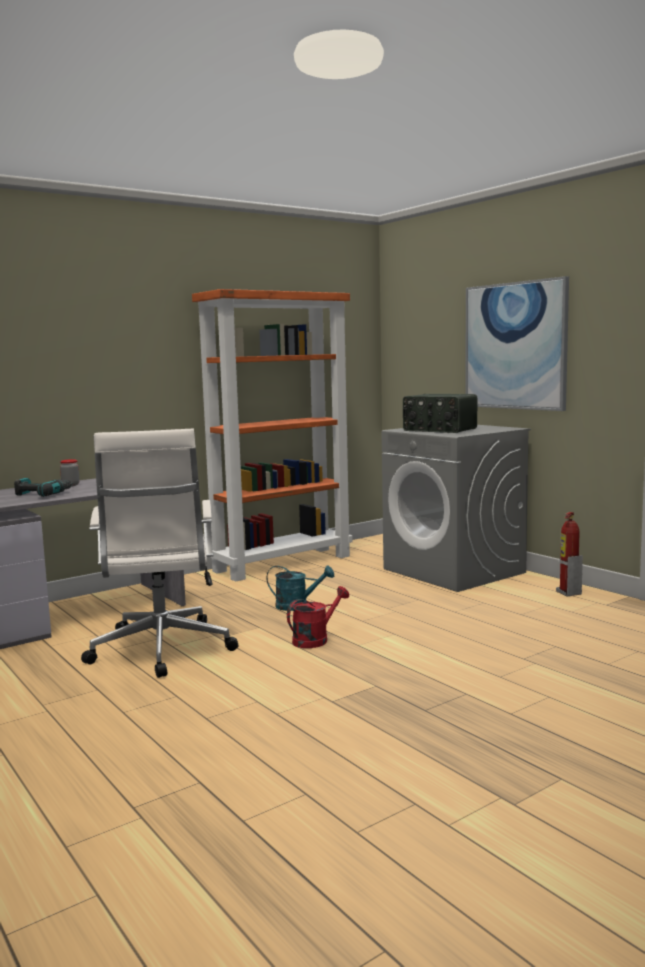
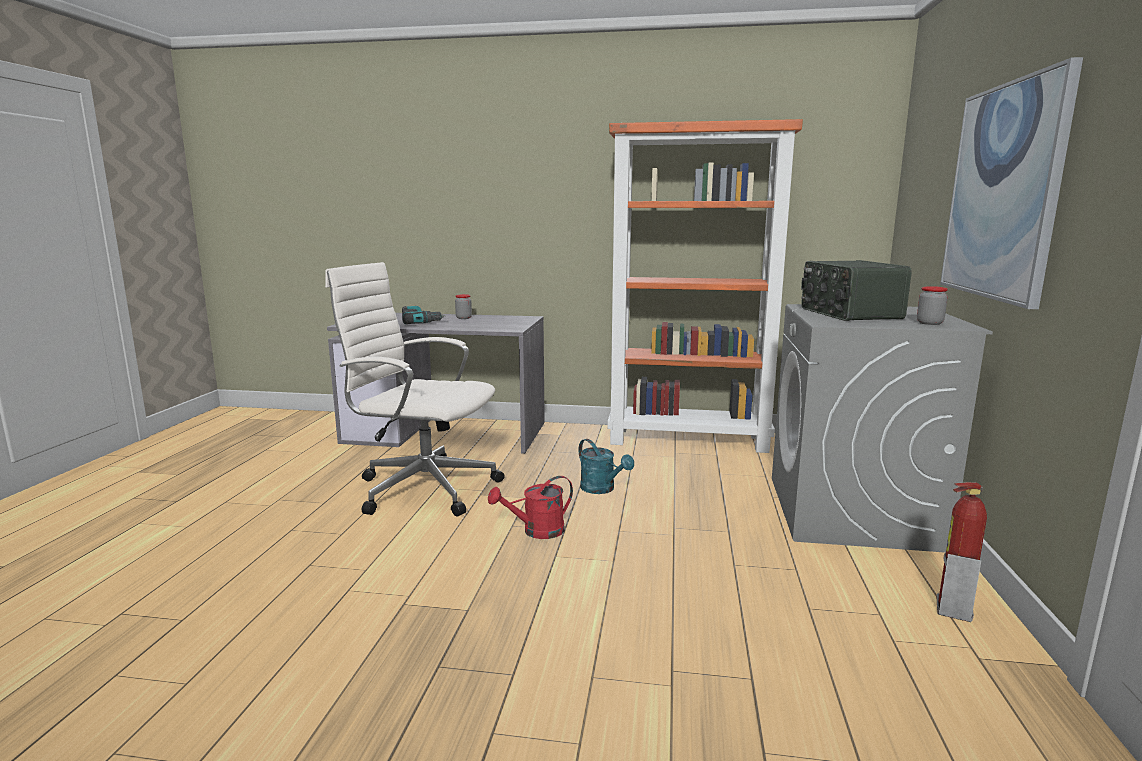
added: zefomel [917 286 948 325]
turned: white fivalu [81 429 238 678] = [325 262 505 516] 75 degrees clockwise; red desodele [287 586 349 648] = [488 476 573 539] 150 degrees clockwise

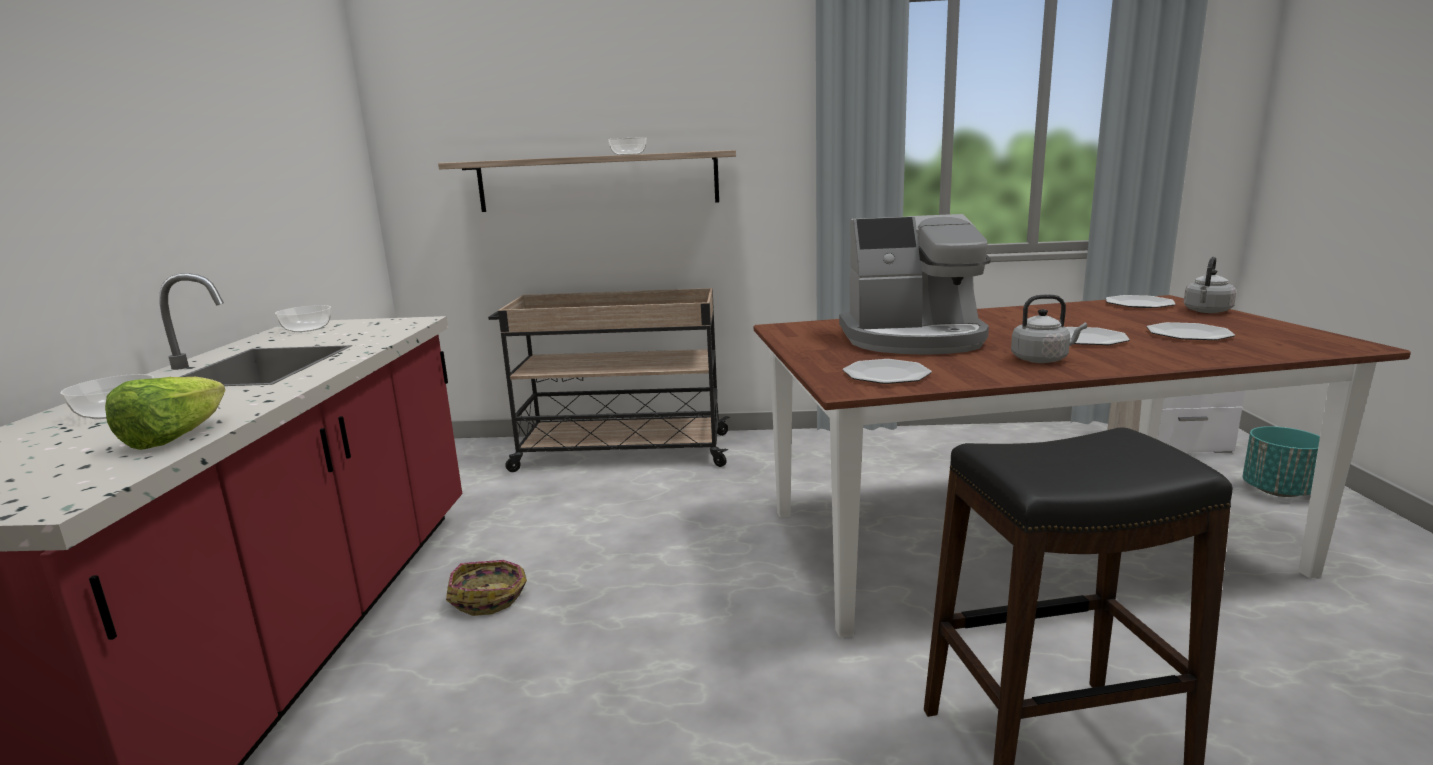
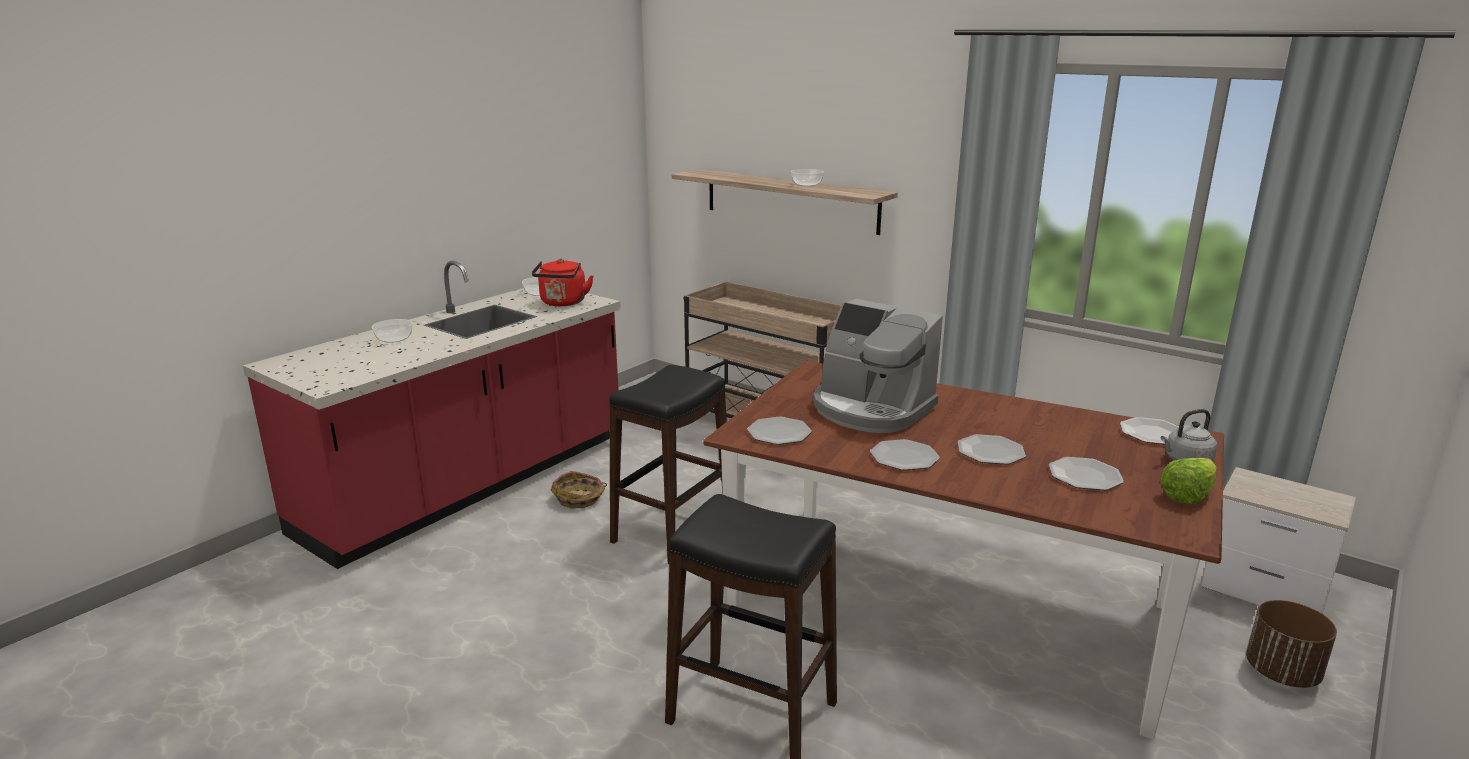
added: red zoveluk [532 259 593 306]; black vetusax [609 365 727 564]
moved: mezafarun [105 377 225 450] to [1160 458 1216 504]
replaced: grey zoveluk [1011 295 1087 363] to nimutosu [870 439 940 470]
recoloured: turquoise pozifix [1242 426 1320 497] to brown pozifix [1246 600 1337 688]

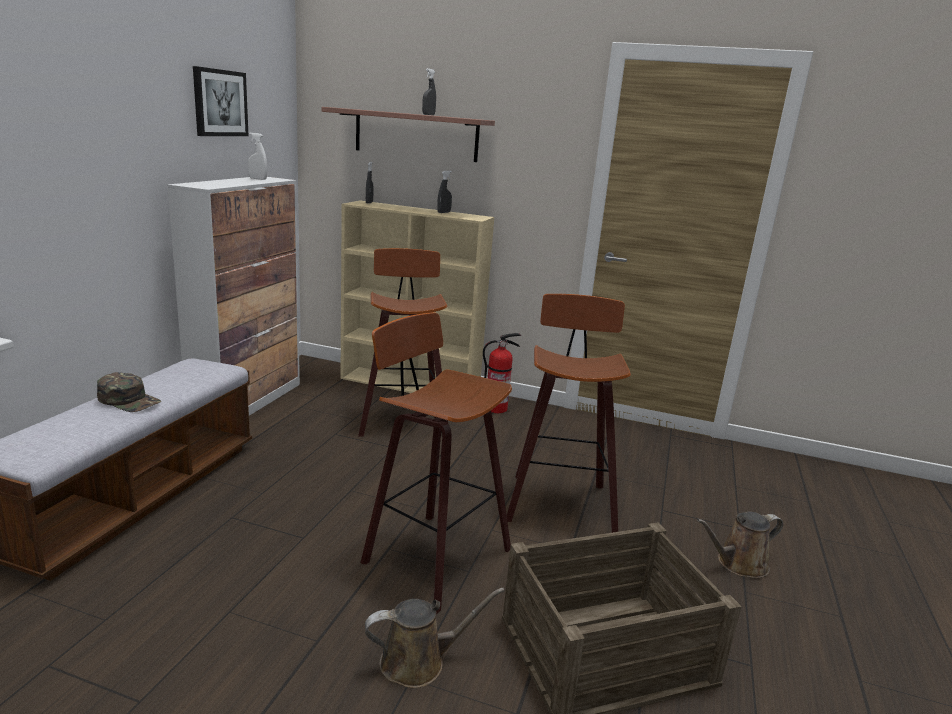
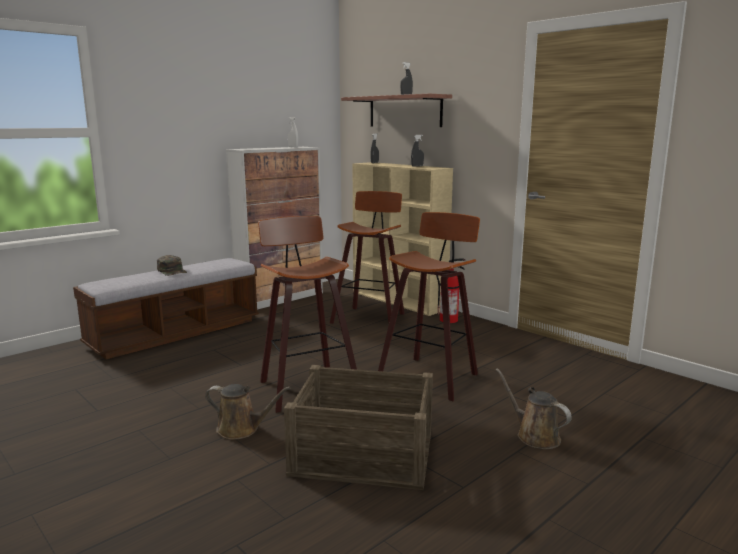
removed: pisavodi [193 66 249 136]
turned: brown desodele [697 511 783 578] = [496 368 572 449] 45 degrees clockwise

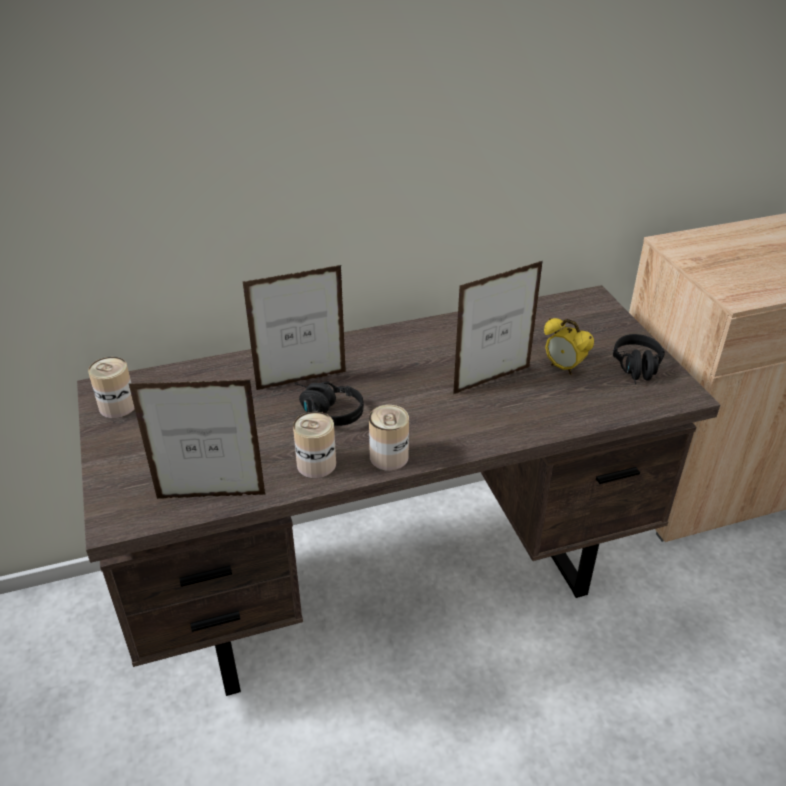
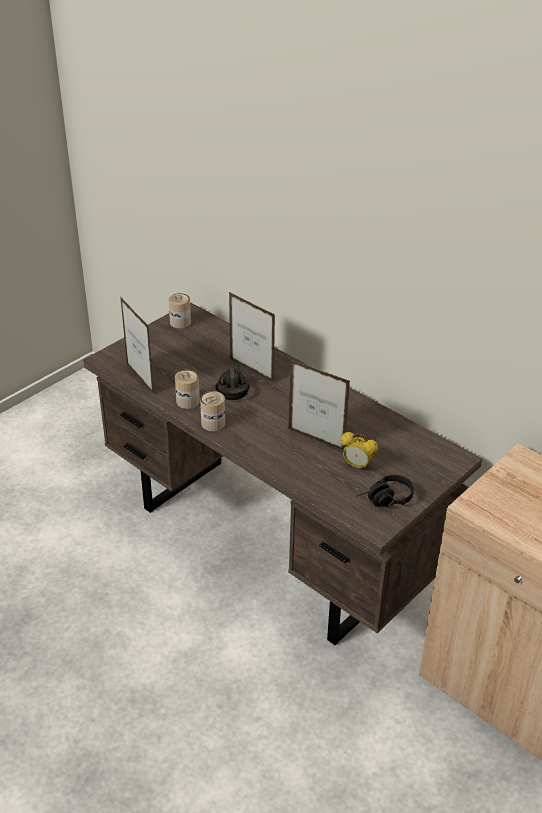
turned: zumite [544 318 594 375] = [340 432 378 471] 75 degrees counterclockwise

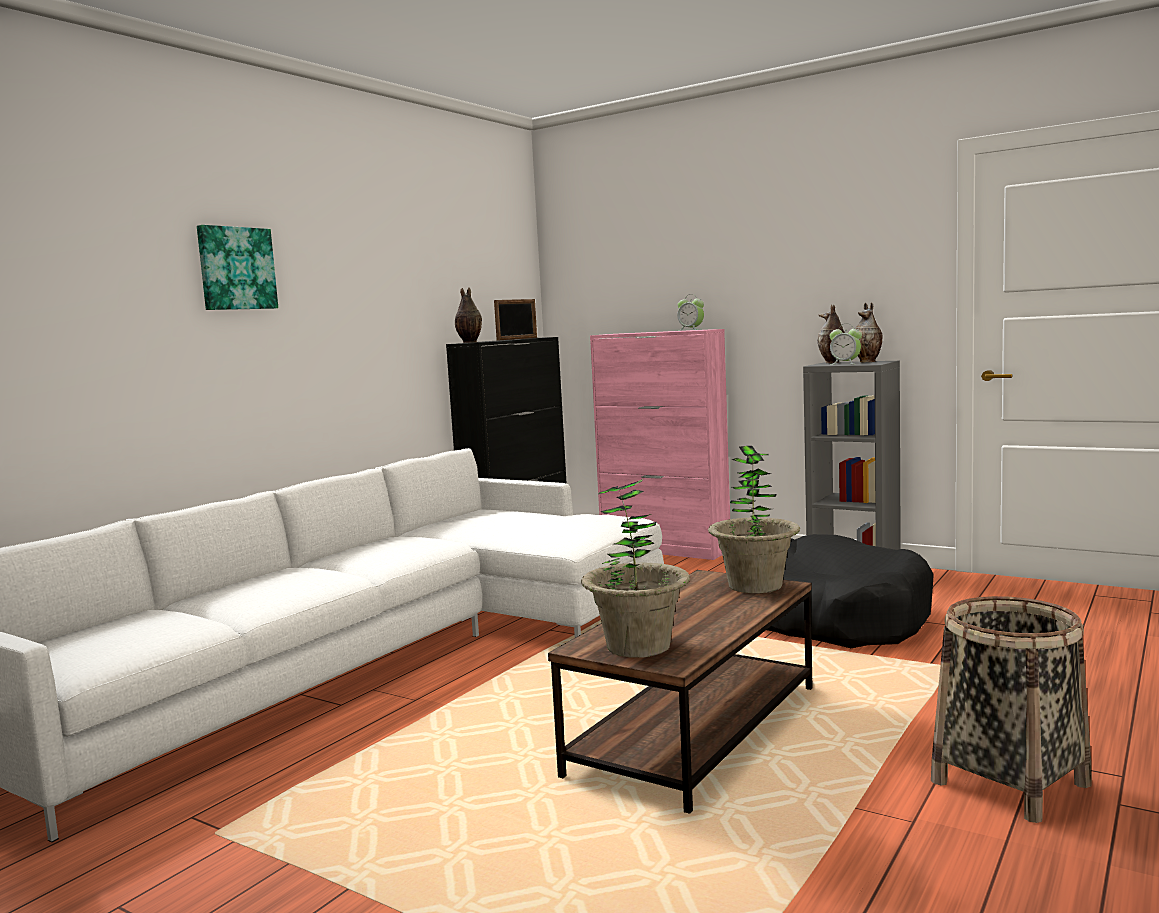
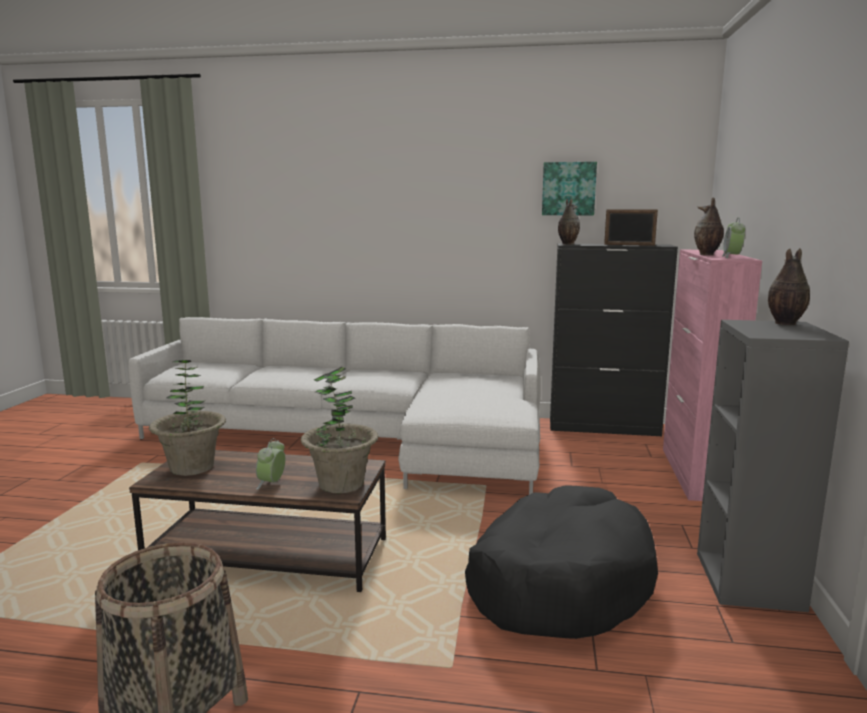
moved: pisavodi [197 225 278 310] to [542 162 597 215]; zumite [830 324 862 365] to [256 438 285 490]; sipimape [855 302 882 362] to [694 197 724 255]

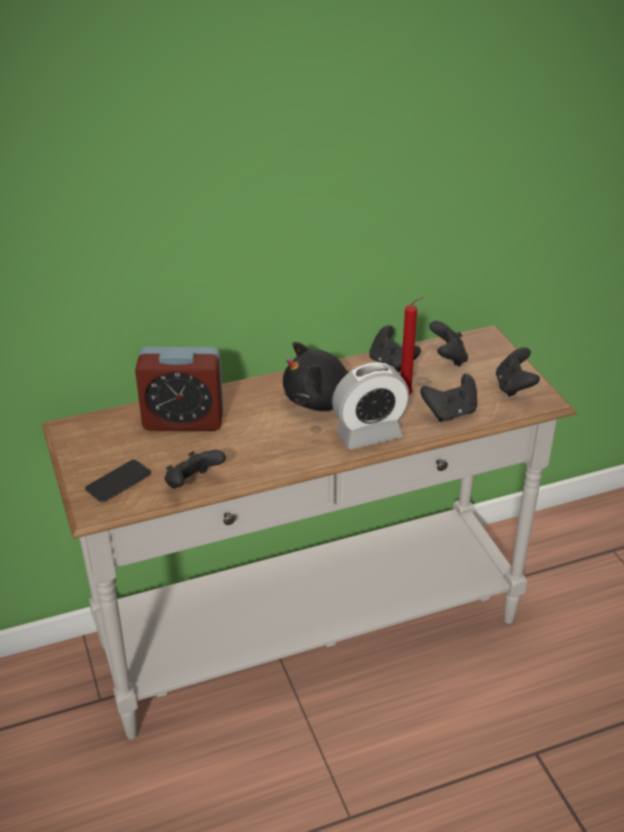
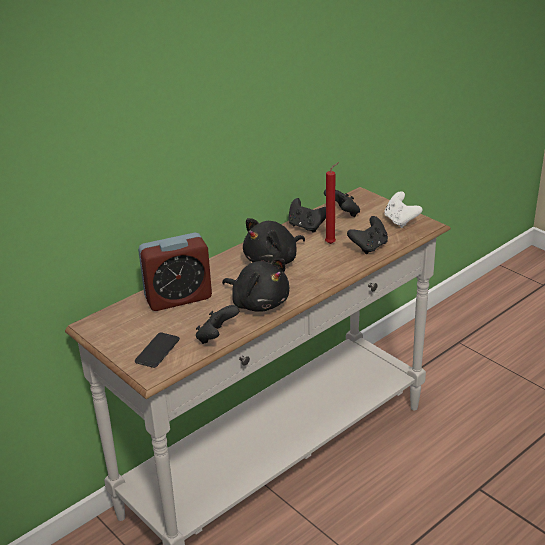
removed: zumite [332 362 409 449]
added: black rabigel [222 258 290 312]
recoloured: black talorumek [496 347 540 397] to white talorumek [384 191 422 228]

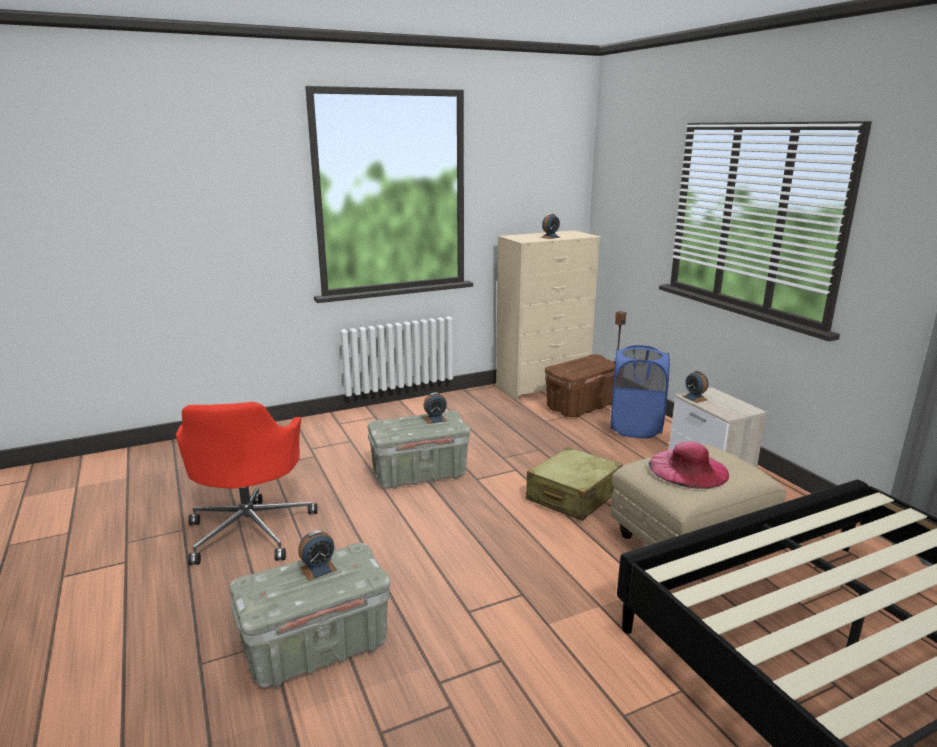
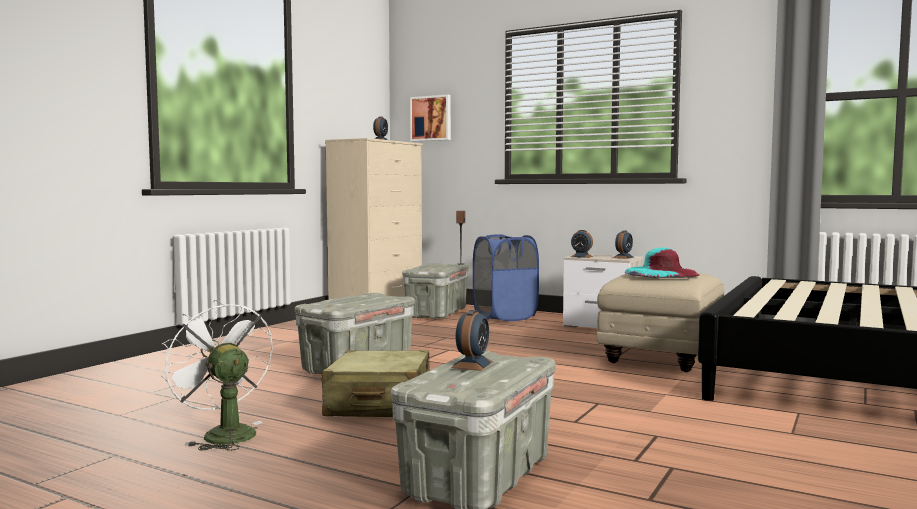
added: pisavodi [410 94 451 141]
moved: zumite [423 392 447 424] to [613 230 634 259]; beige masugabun [526 447 623 521] to [322 350 429 417]
replaced: red fivalu [176 402 318 565] to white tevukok [161 300 273 451]
recoloured: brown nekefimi [545 354 615 417] to grey nekefimi [402 263 469 319]; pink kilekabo [649 441 729 489] to turquoise kilekabo [625 248 700 278]

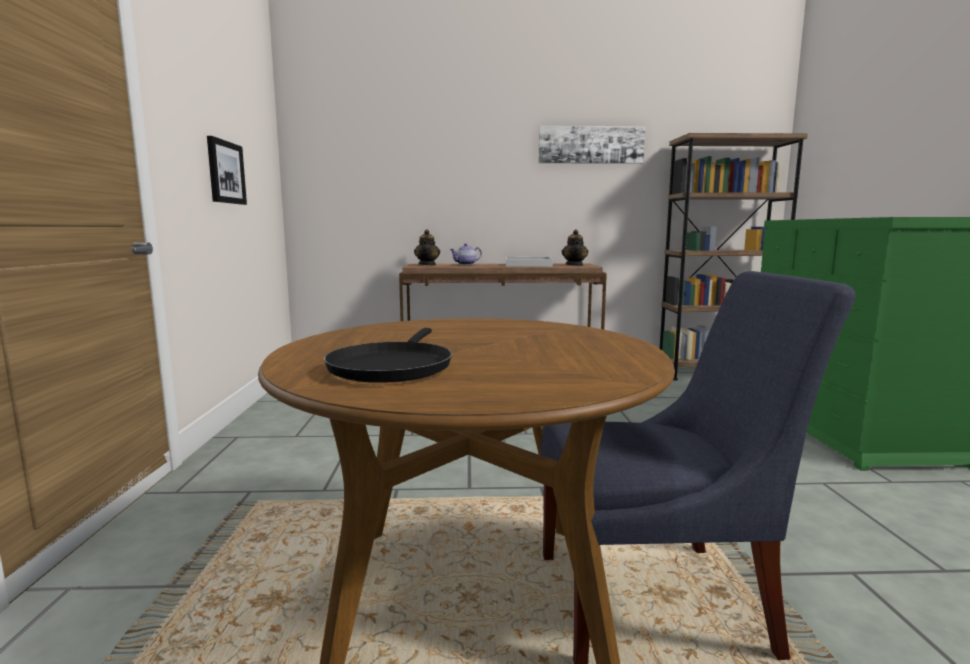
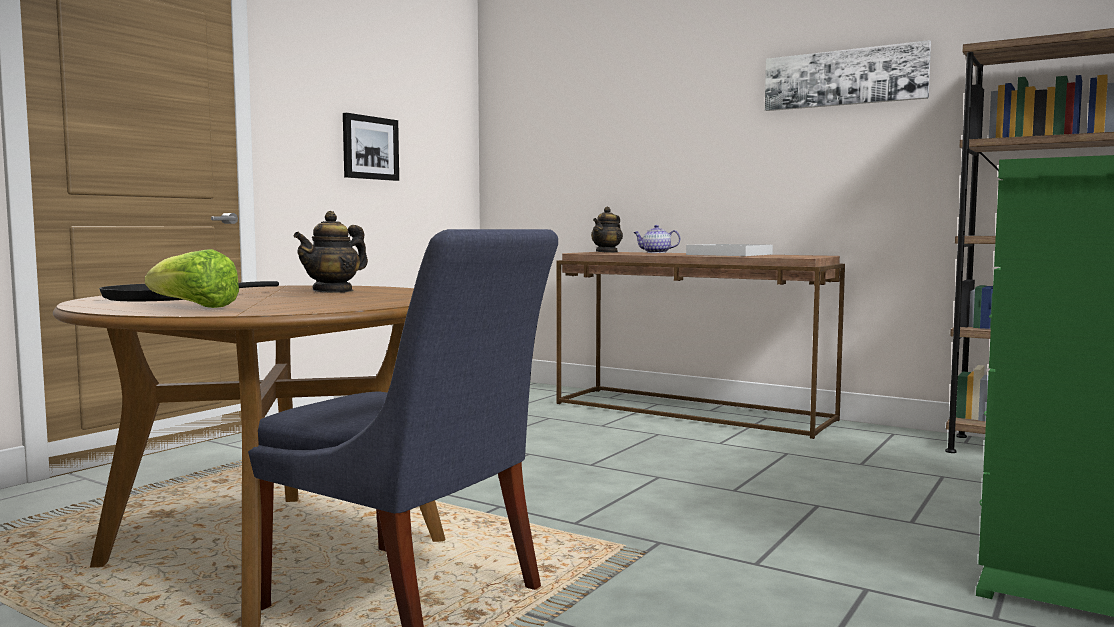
added: mezafarun [145 249 239 308]
moved: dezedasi [562 229 588 266] to [294 211 368 293]

